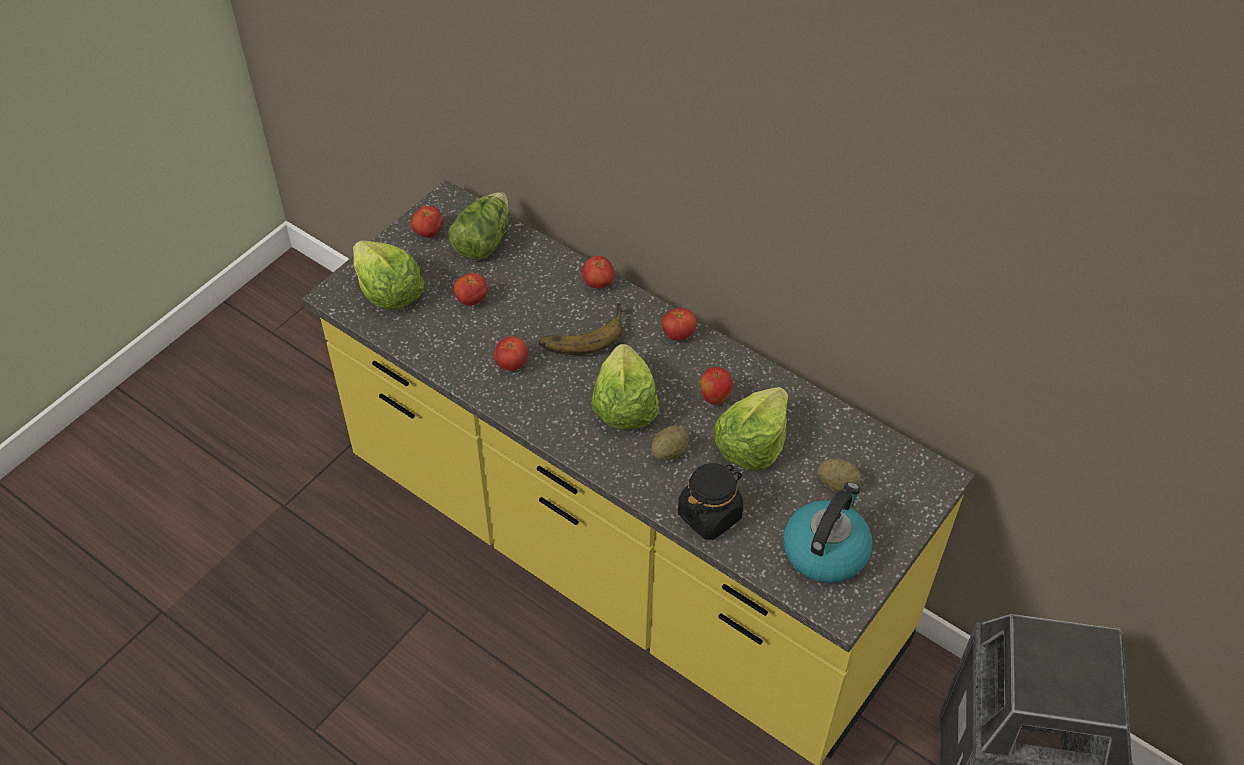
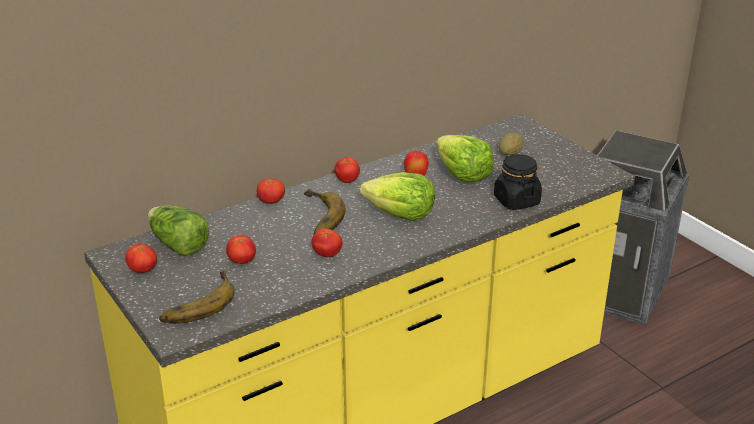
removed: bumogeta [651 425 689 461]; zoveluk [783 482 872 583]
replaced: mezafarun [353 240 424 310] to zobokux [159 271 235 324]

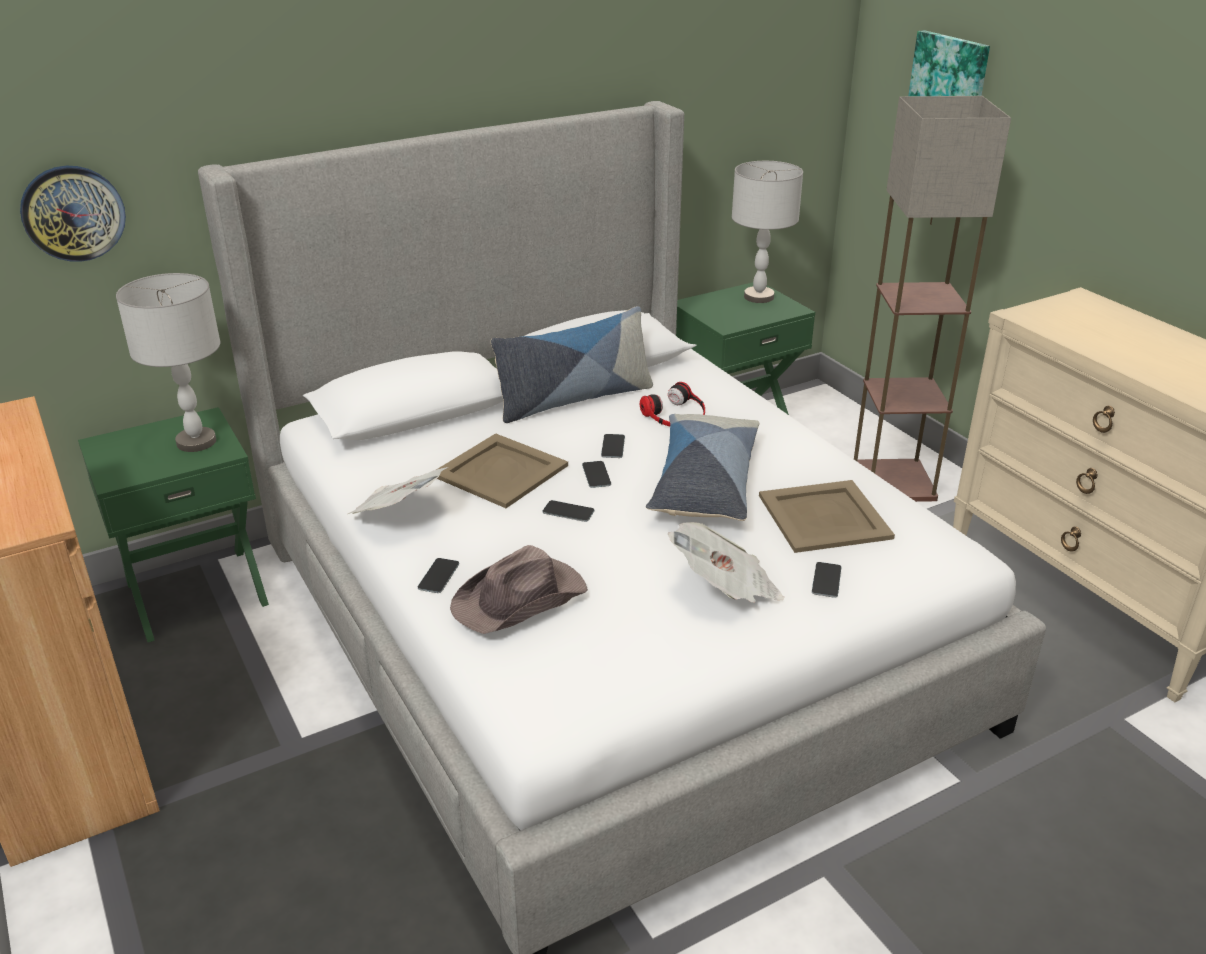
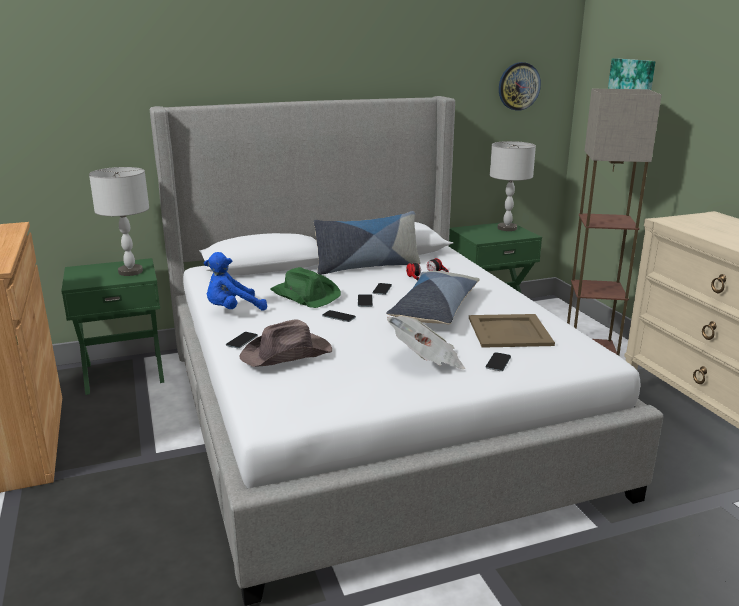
moved: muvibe [20 166 126 262] to [499 62 541 111]
replaced: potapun [348 467 448 514] to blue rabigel [204 252 267 311]; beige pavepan [436 433 568 508] to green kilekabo [270 267 341 308]

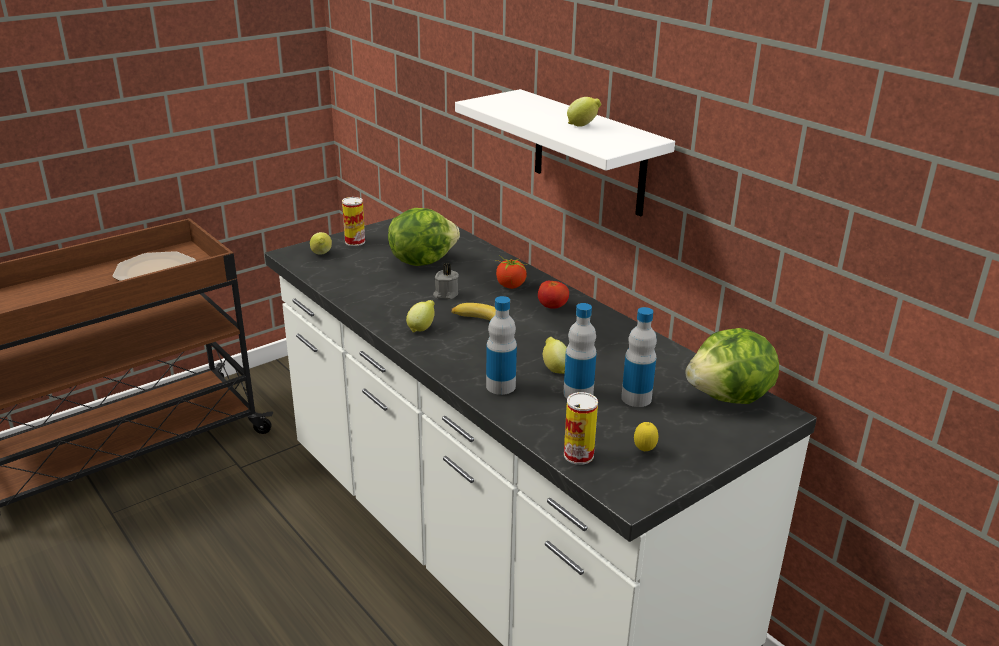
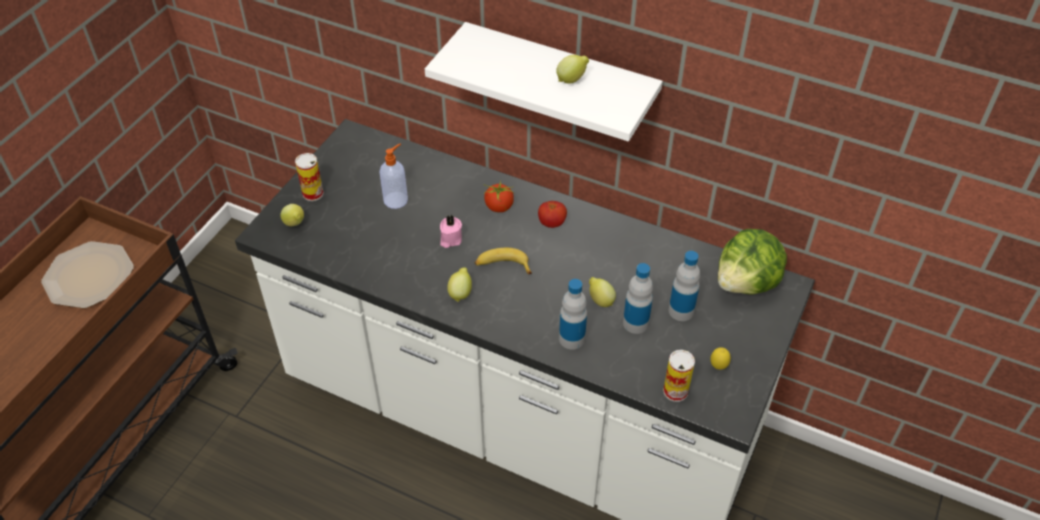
replaced: mezafarun [388 208 460 266] to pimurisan [380 144 408 209]
recoloured: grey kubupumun [433 264 459 299] to pink kubupumun [440 215 462 248]

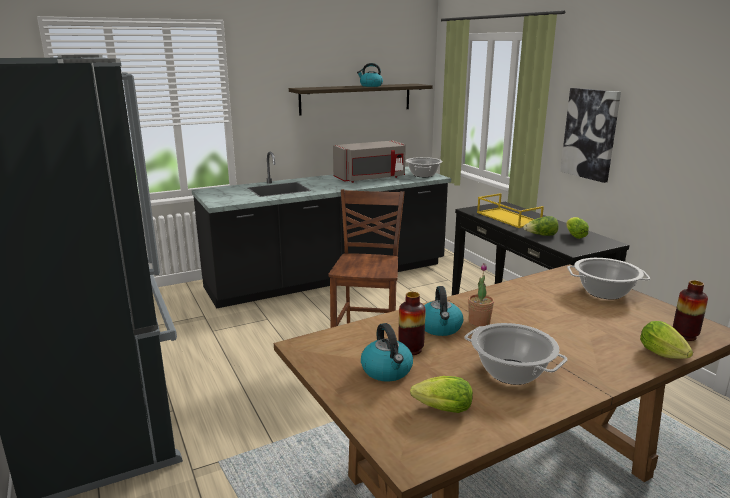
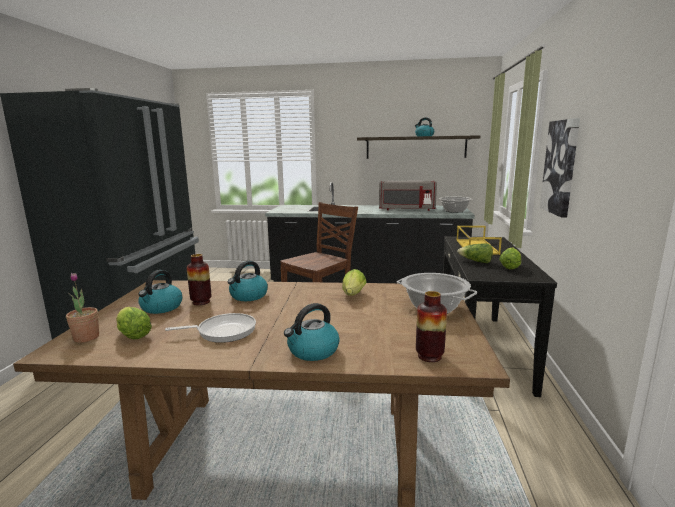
added: zoveluk [284 303 340 361]
moved: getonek [468 263 494 327] to [66 273 99 343]; mezafarun [640 321 693 359] to [342 269 367 296]
replaced: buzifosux [464 323 568 385] to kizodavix [165 313 256 343]

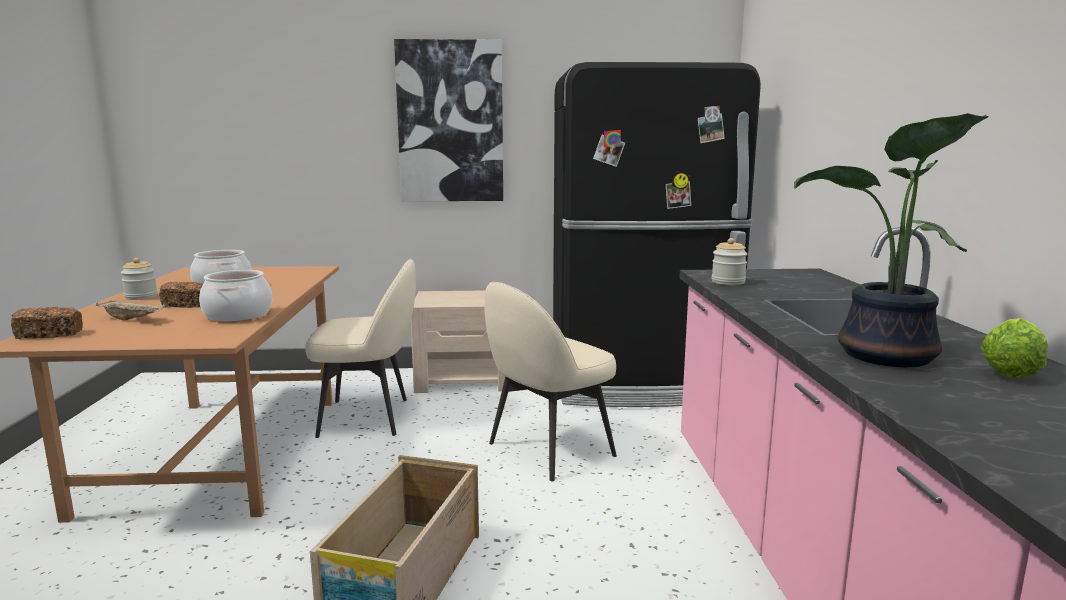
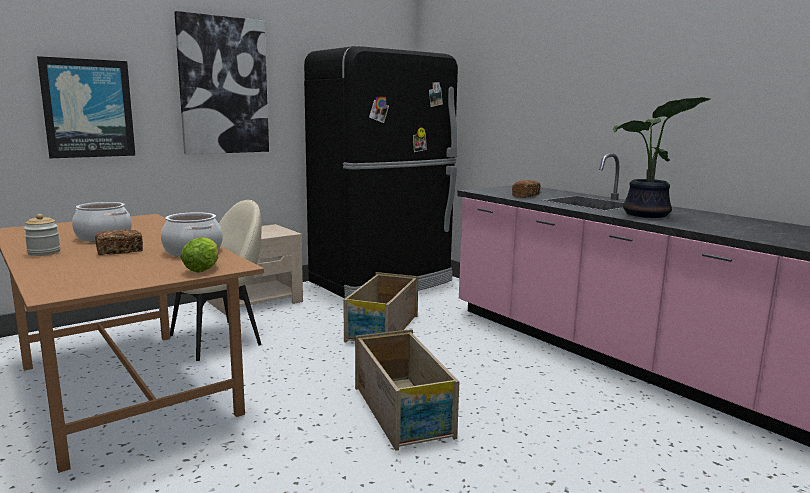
removed: beige pavepan [96 300 166 321]; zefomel [712 238 747 285]
added: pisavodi [37 56 135 158]
moved: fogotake [11 307 83 339] to [512 180 540 198]; mezafarun [980 318 1048 378] to [180 237 218 273]
replaced: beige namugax [484 282 617 481] to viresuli [343 272 418 342]

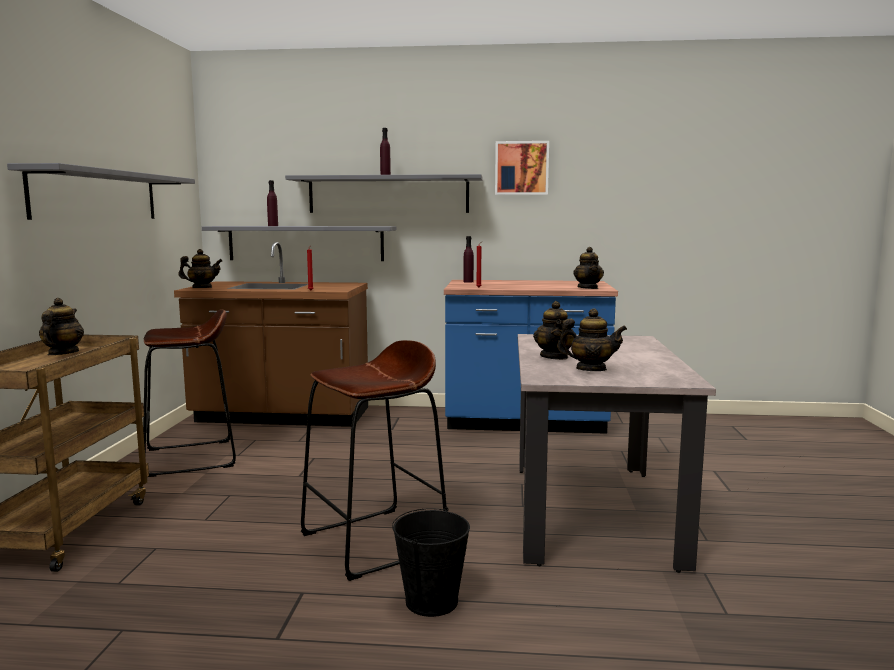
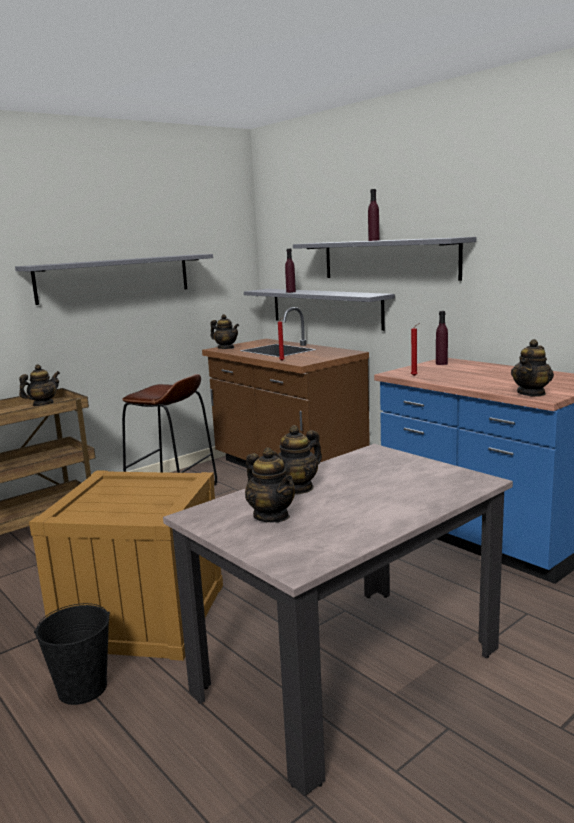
removed: pisavodi [495 141 549 195]
replaced: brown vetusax [301 340 447 581] to viresuli [29 470 223 661]

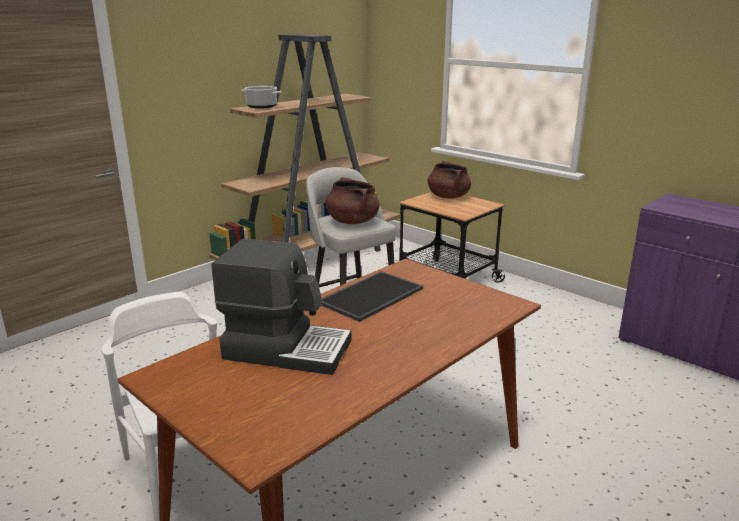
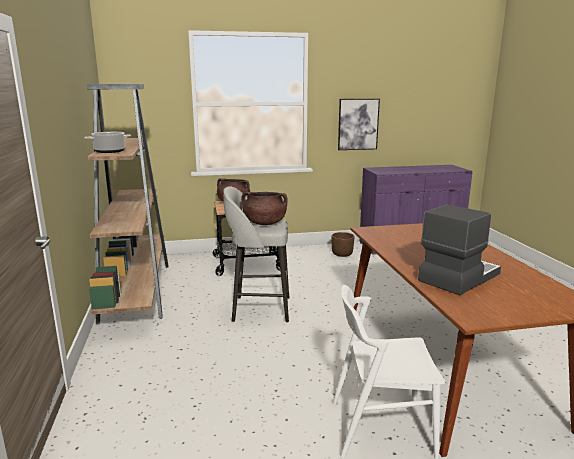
removed: pavepan [321 271 423 322]
added: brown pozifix [332 232 355 257]; pisavodi [338 99 380 150]

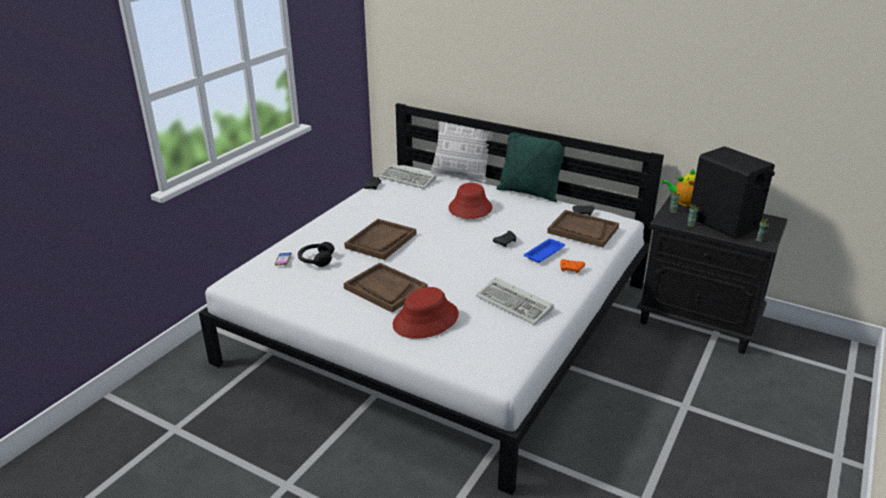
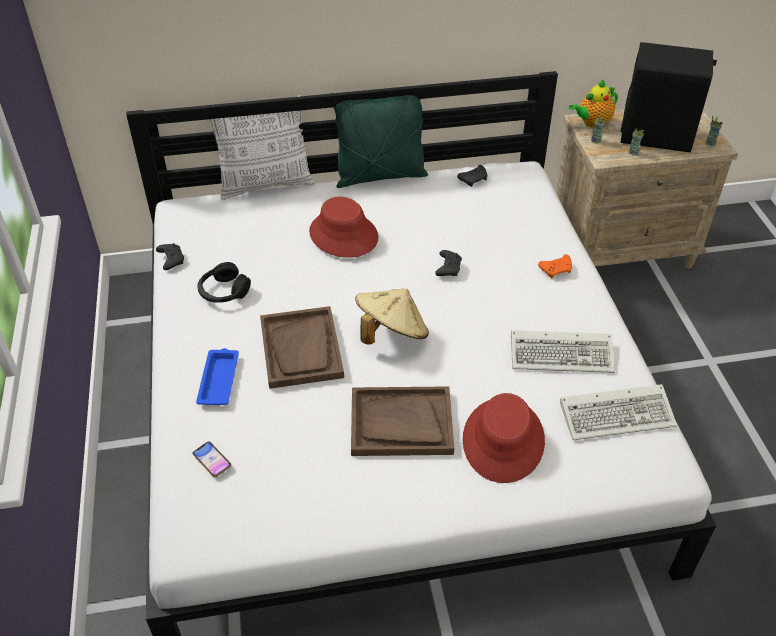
removed: brown pavepan [547 210 619 248]
added: beige kilekabo [355 289 429 345]
moved: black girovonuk [298 242 335 267] to [197 262 251 303]; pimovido [378 164 436 189] to [560 384 677 440]; blue pavepan [524 239 565 263] to [196 348 239 405]
recoloured: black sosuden [637 194 788 354] to beige sosuden [556 109 738 269]

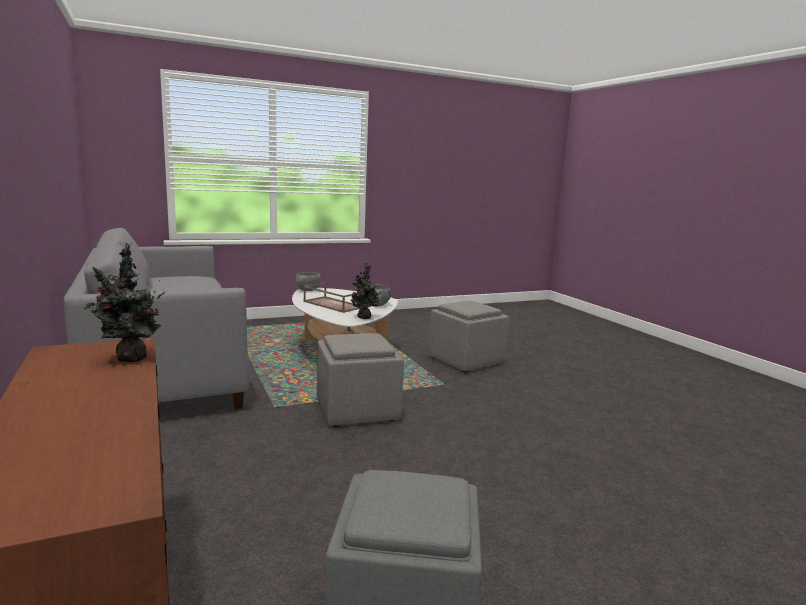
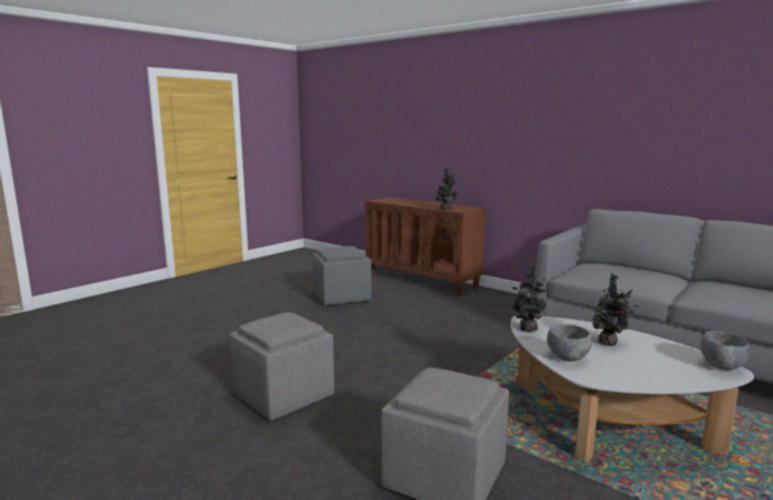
moved: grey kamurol [317 333 404 427] to [228 312 334 420]
replaced: brown pavepan [303 282 361 313] to getonek [586 273 640 346]

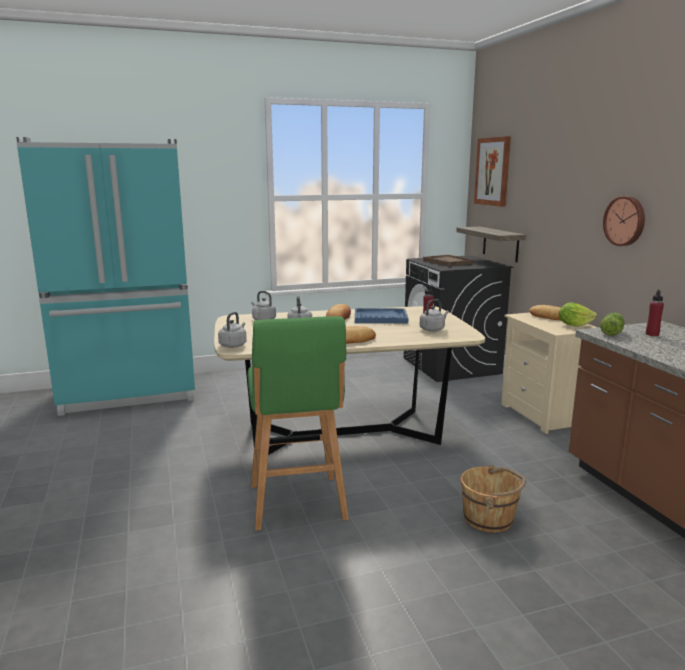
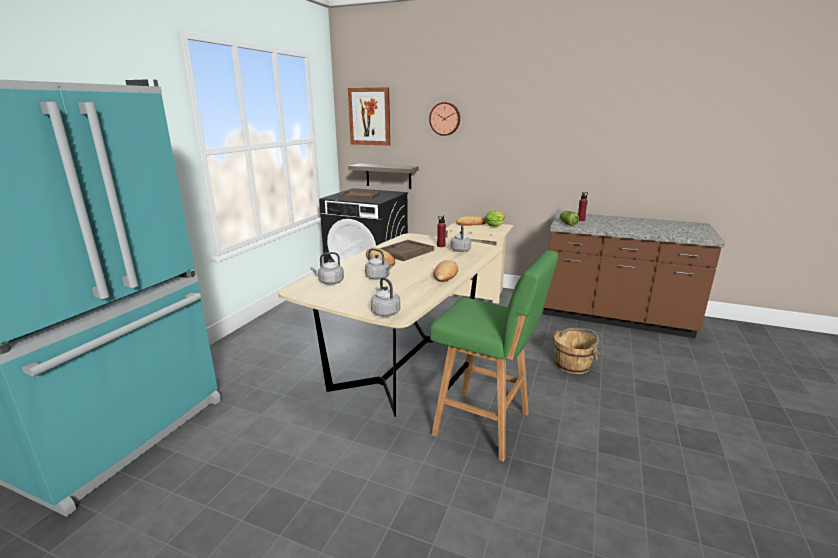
moved: muvibe [603 196 645 246] to [429 102 460 136]
recoloured: blue pavepan [355 308 408 323] to brown pavepan [380 240 434 261]

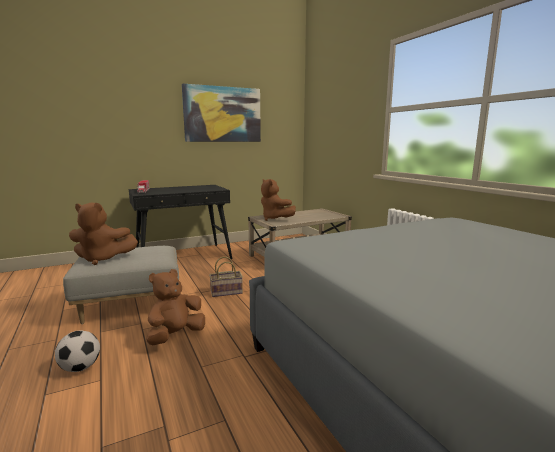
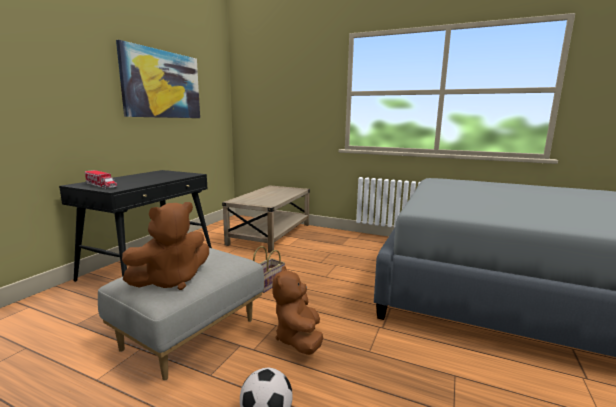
removed: brown rabigel [261 179 296 221]

